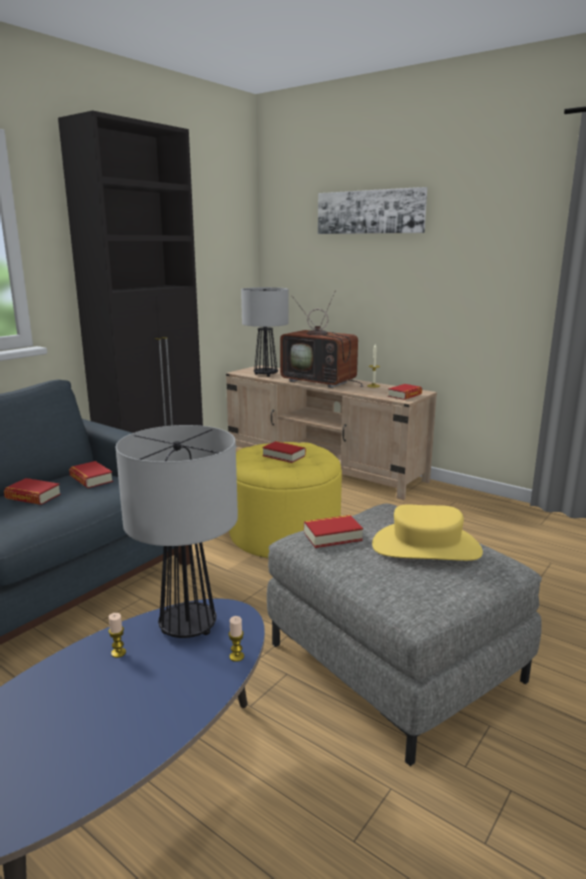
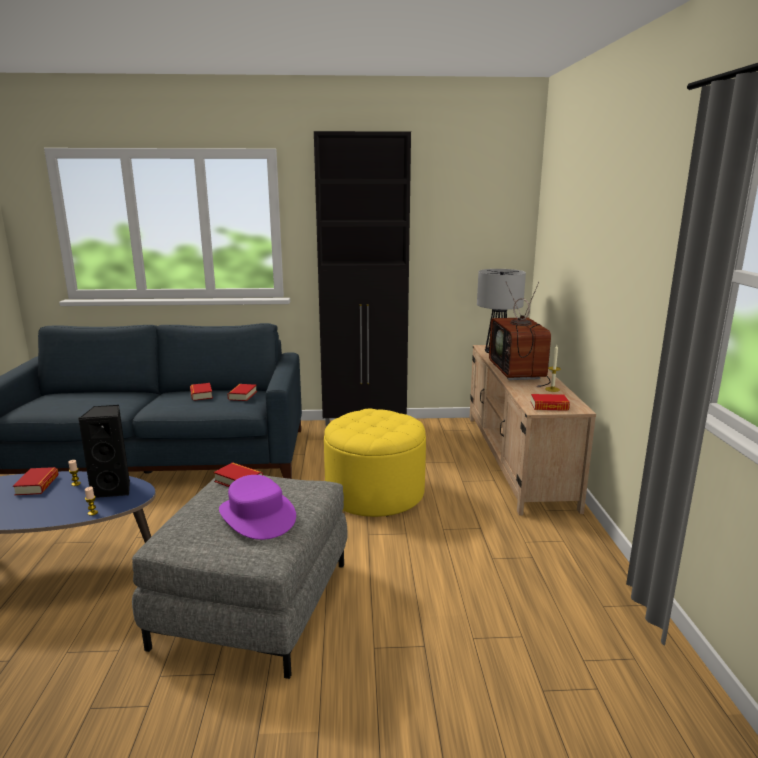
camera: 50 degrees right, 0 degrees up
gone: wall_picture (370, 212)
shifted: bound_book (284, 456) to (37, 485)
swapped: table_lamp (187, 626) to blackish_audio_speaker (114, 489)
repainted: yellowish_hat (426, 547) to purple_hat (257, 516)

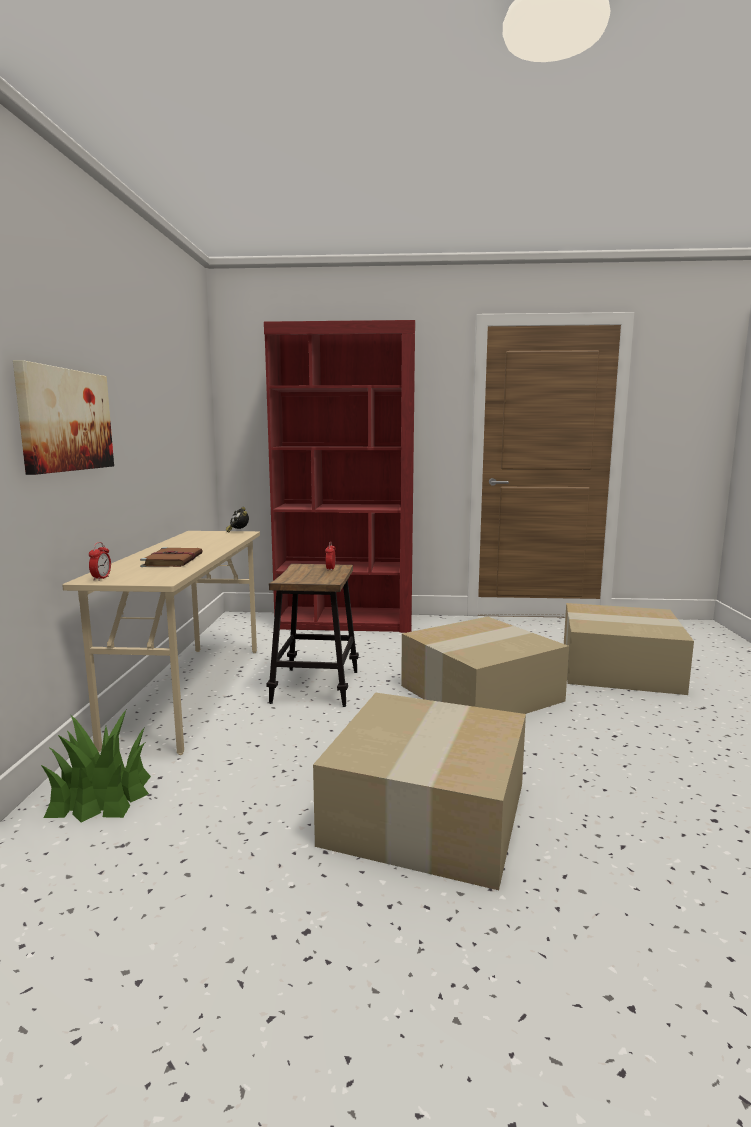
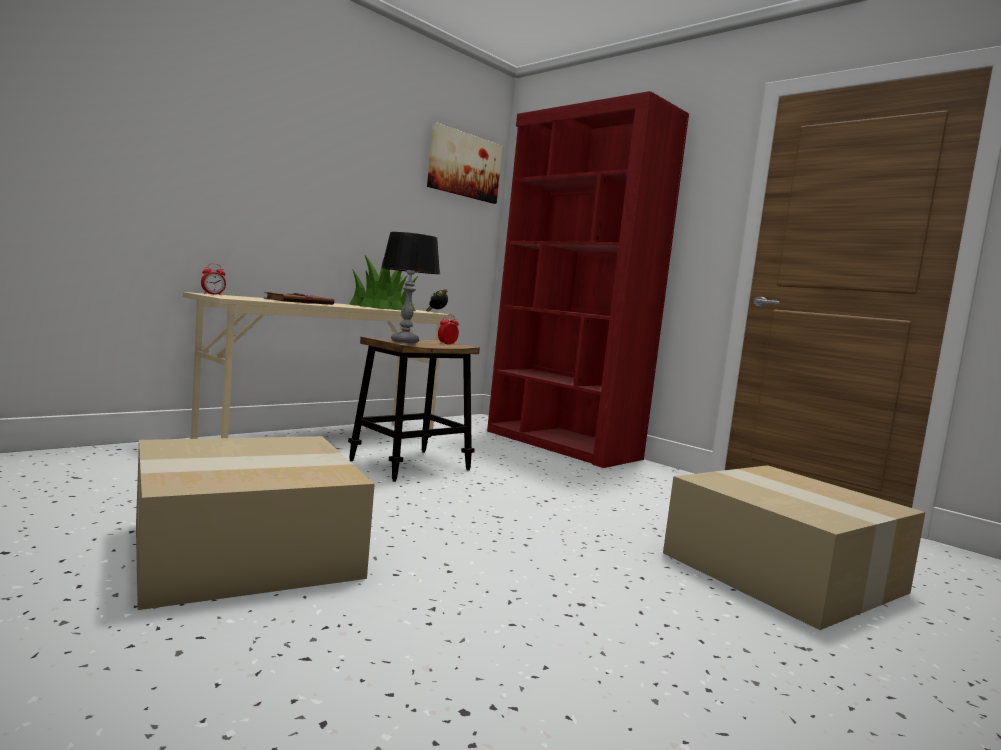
camera: 40 degrees right, 5 degrees down
gone: cardboard_box (481, 692)
new: table_lamp (405, 342)
shifted: wall_picture (65, 420) to (464, 165); potted_plant (100, 795) to (382, 307)

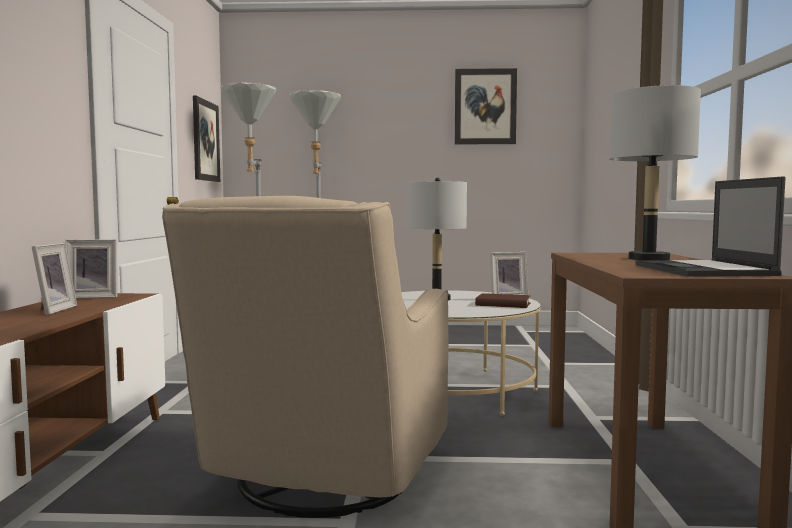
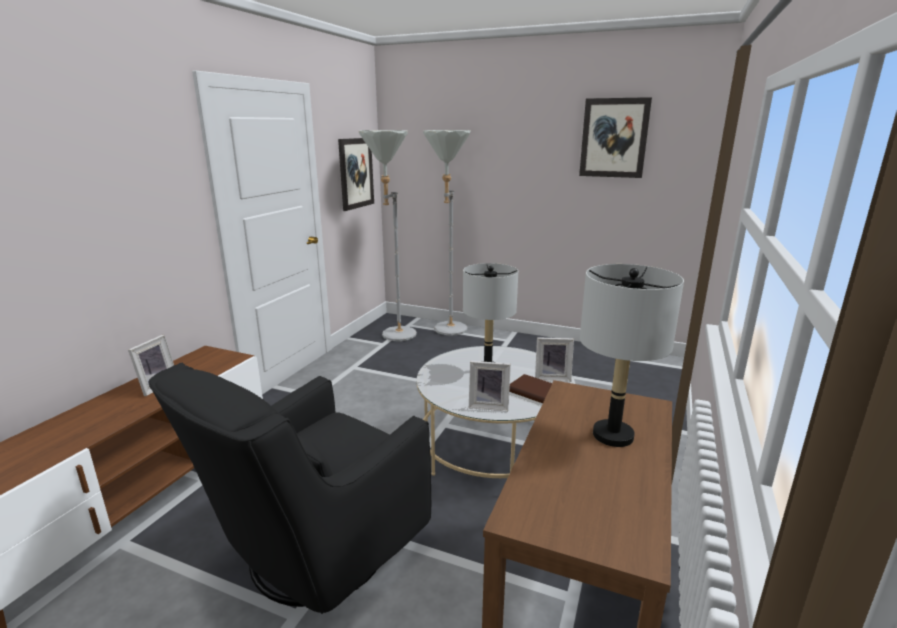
camera: 20 degrees right, 15 degrees up
gone: portable_computer (704, 270)
shifted: photo_frame (94, 297) to (489, 405)
repainted: sand-coloured_easy_chair (321, 480) to blackish_easy_chair (314, 554)

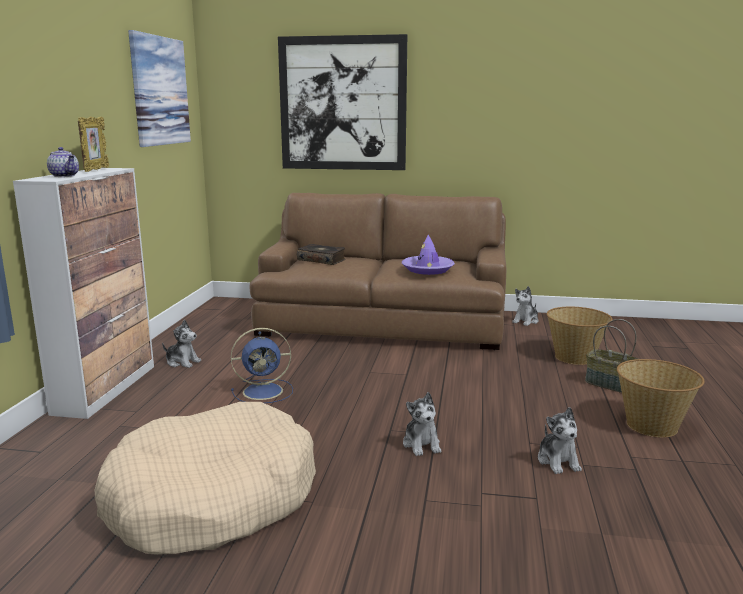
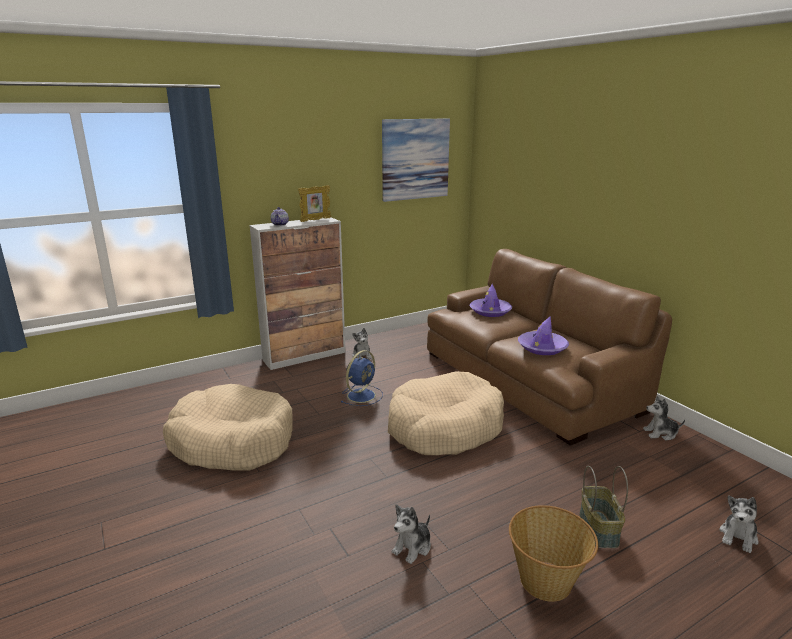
camera: 50 degrees right, 5 degrees up
gone: wall_picture (343, 104); basket (575, 357)
new: sand-coloured_dog_bed (444, 427)
shifted: cuddly_toy (422, 444) to (738, 537)
swapped: bound_book (322, 260) to purple_hat (490, 311)
rotated: bluish_cooling_fan (265, 391) = (362, 395) 90 degrees counterclockwise

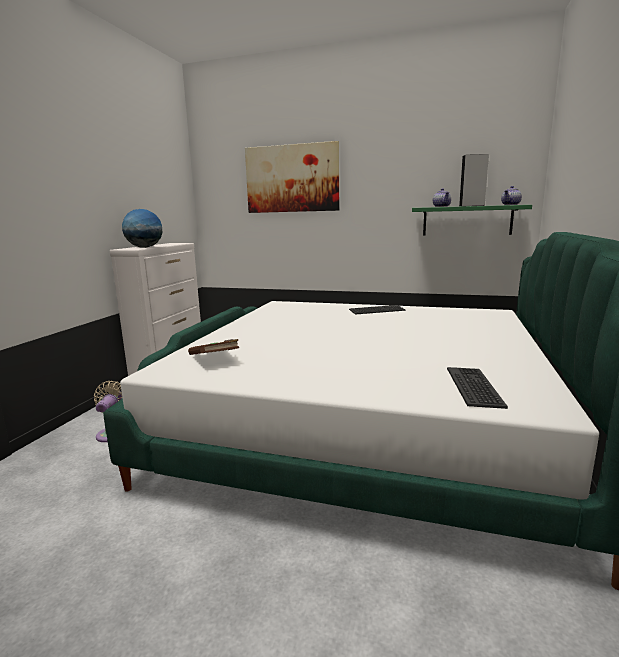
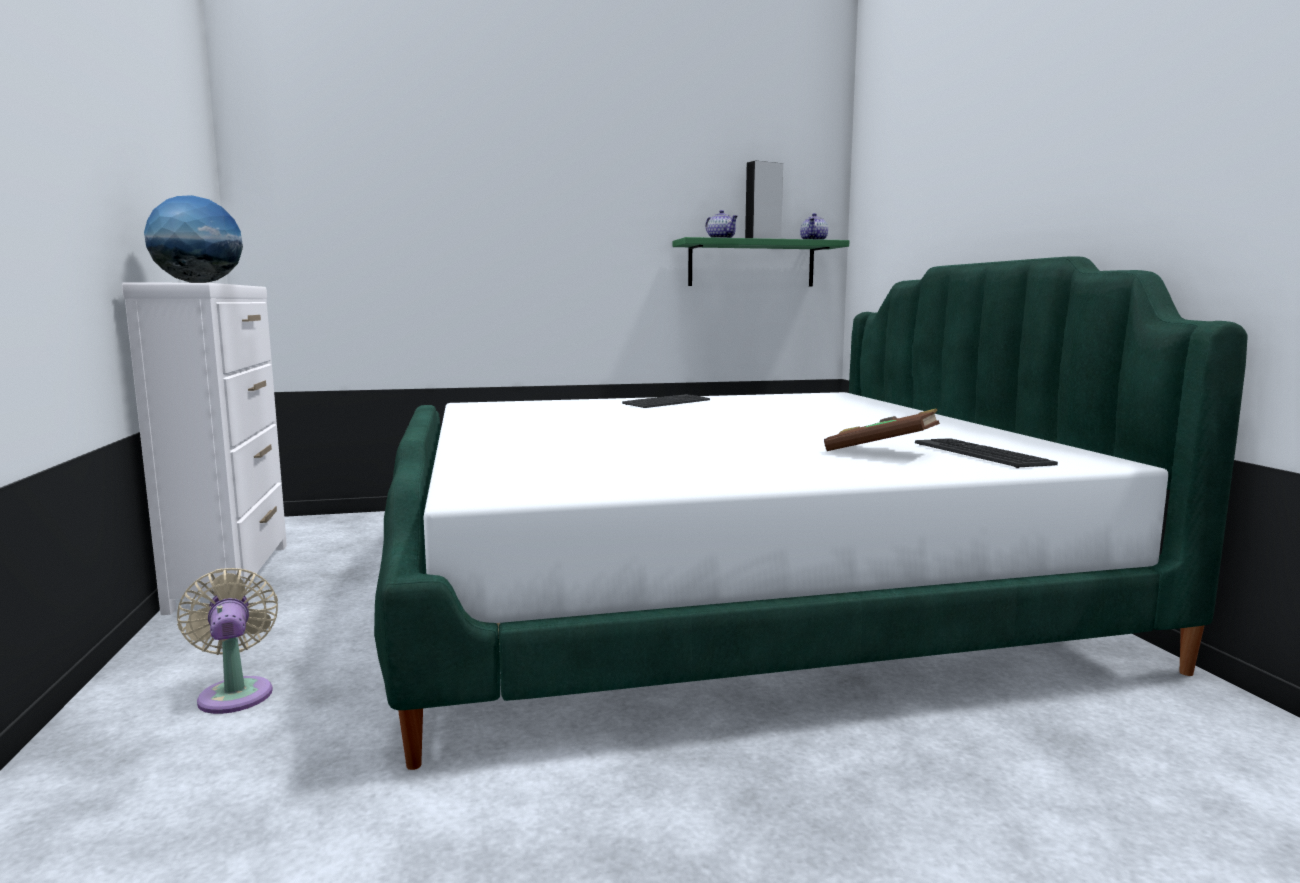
camera: 30 degrees left, 5 degrees down
gone: wall_picture (292, 179)
shifted: brownish_bound_book (215, 359) to (880, 452)

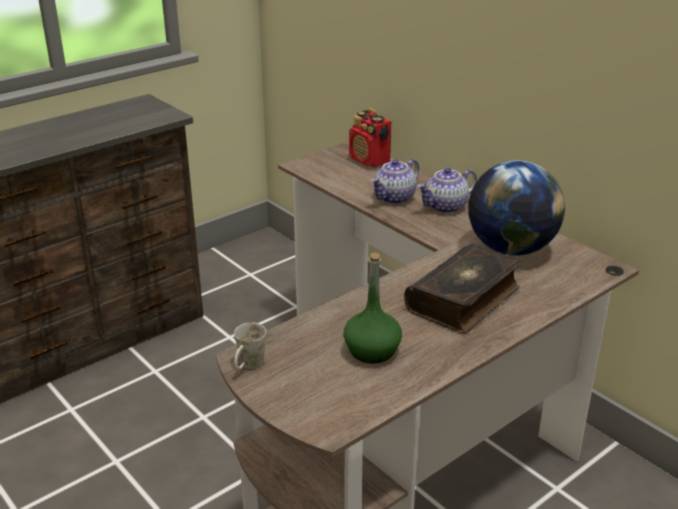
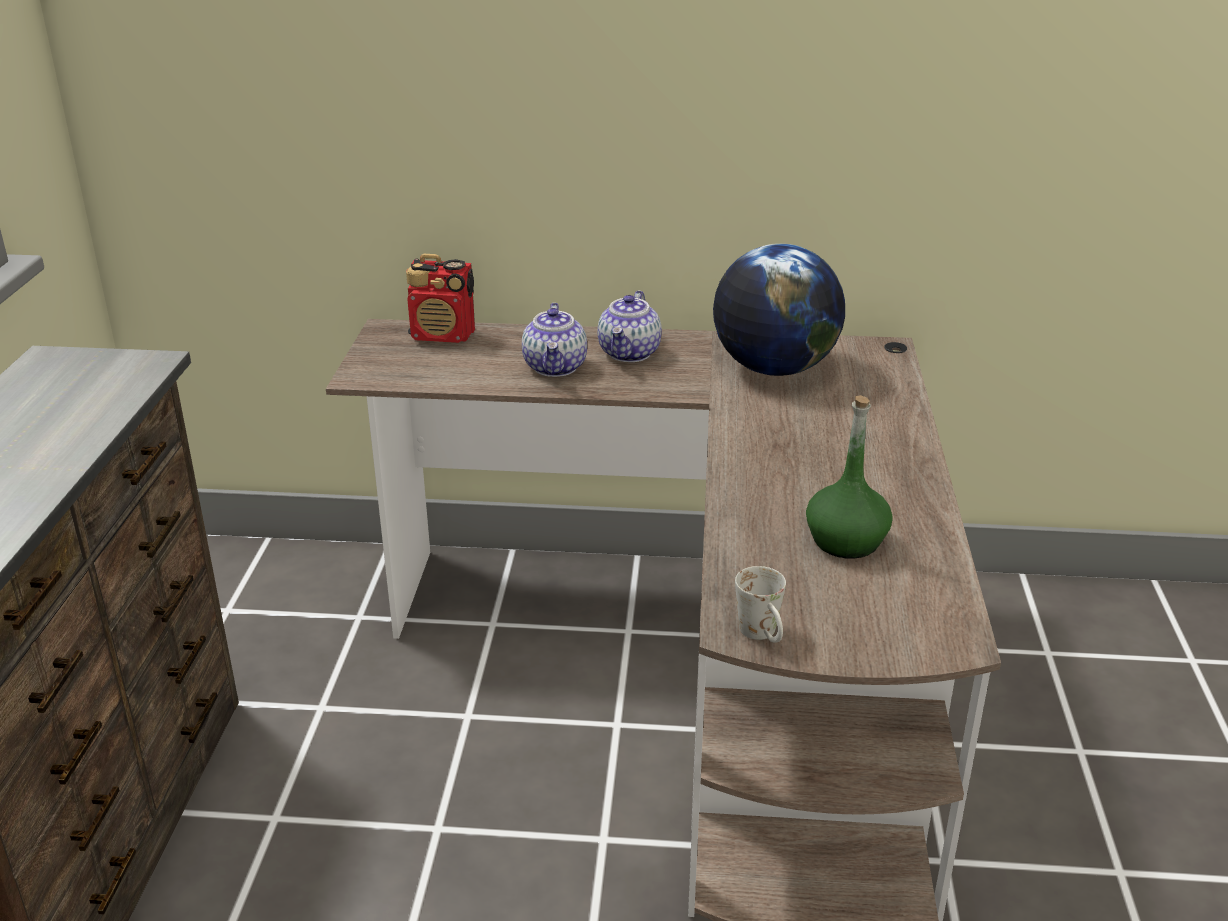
camera: 45 degrees left, 0 degrees up
gone: bound_book (465, 299)

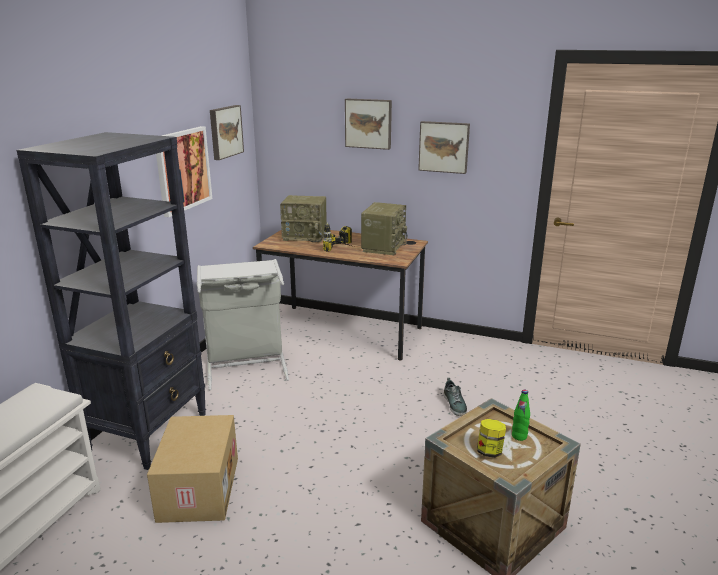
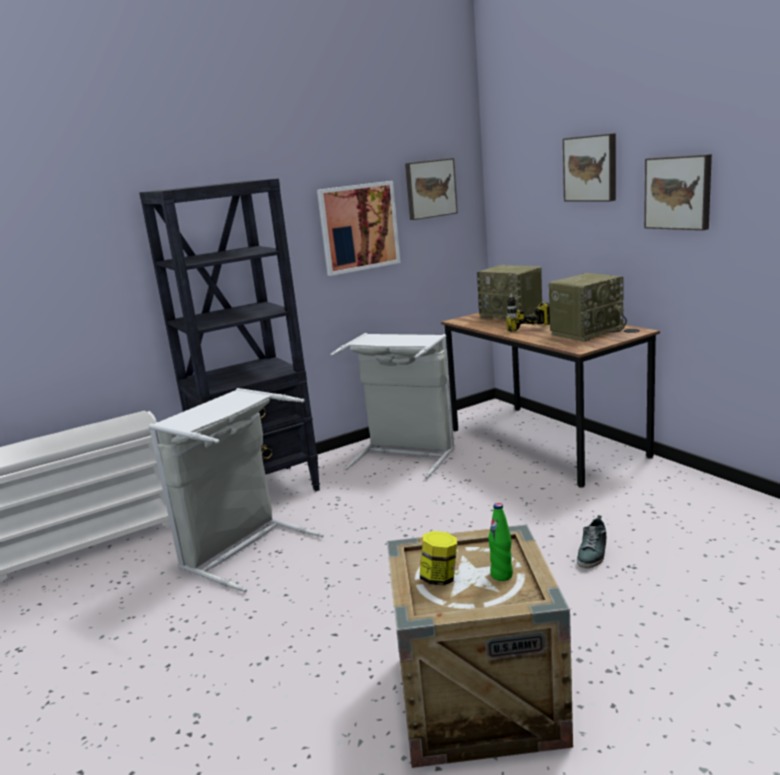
camera: 40 degrees right, 5 degrees down
swapped: cardboard_box (197, 488) to grey_laundry_basket (243, 549)

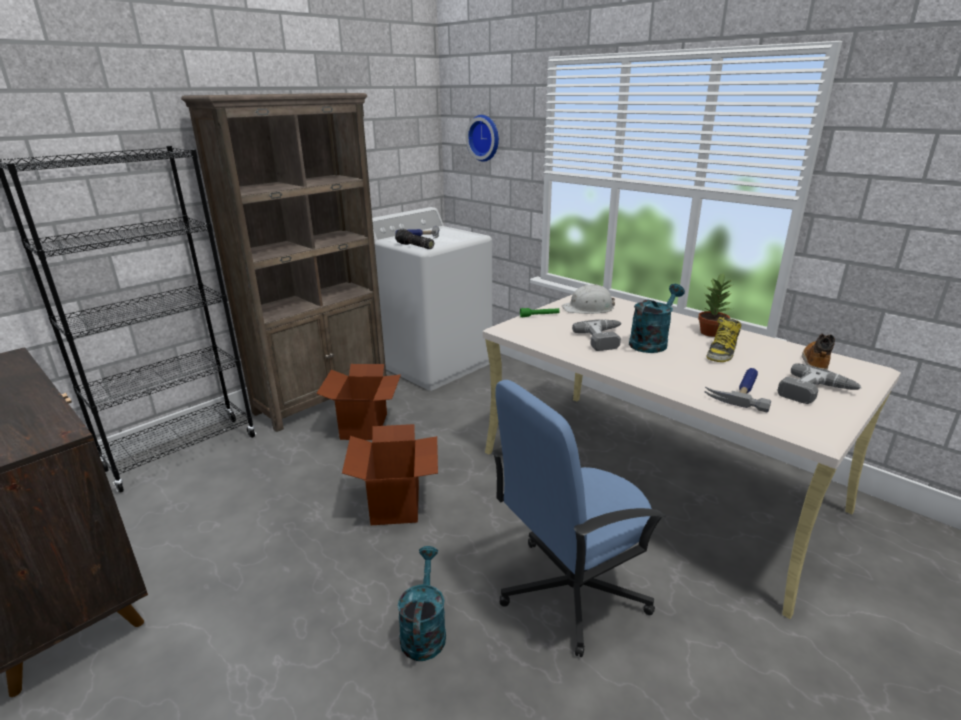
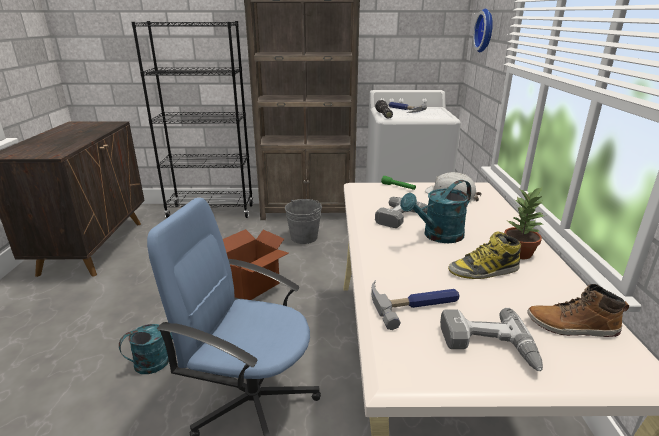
camera: 45 degrees right, 0 degrees up
swapped: cardboard_box (365, 426) to grey_water_bucket (304, 237)
rotated: turquoise-coloured_watering_can (651, 342) = (438, 236) 150 degrees clockwise; high-top_boot (814, 362) = (572, 327) 150 degrees counterclockwise

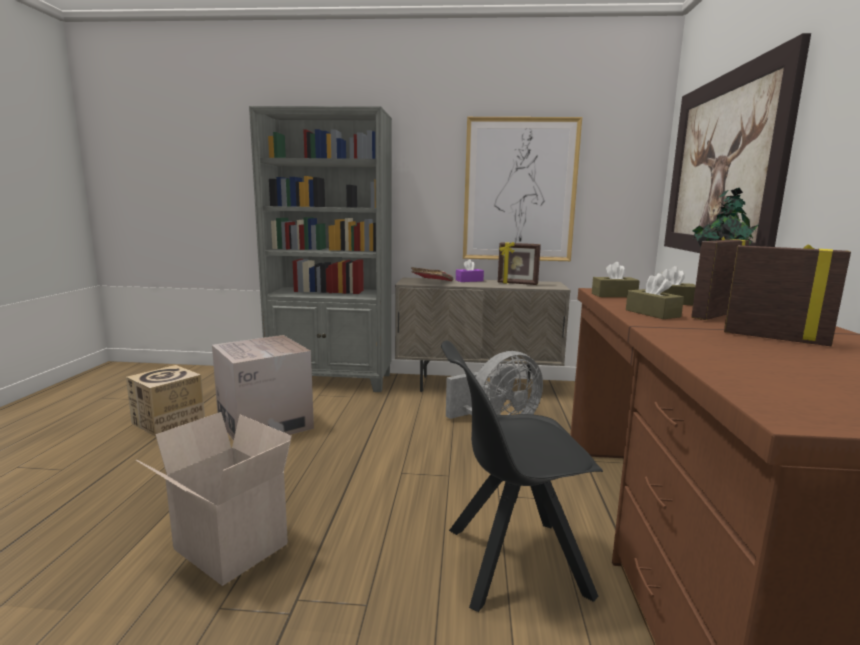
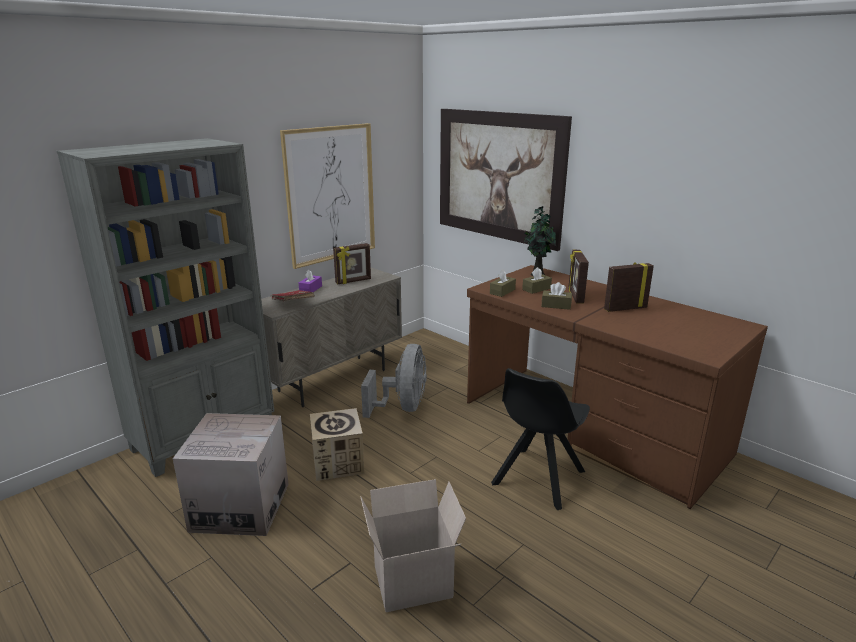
camera: 50 degrees left, 10 degrees up
shifted: cardboard_box (168, 422) to (338, 463)

